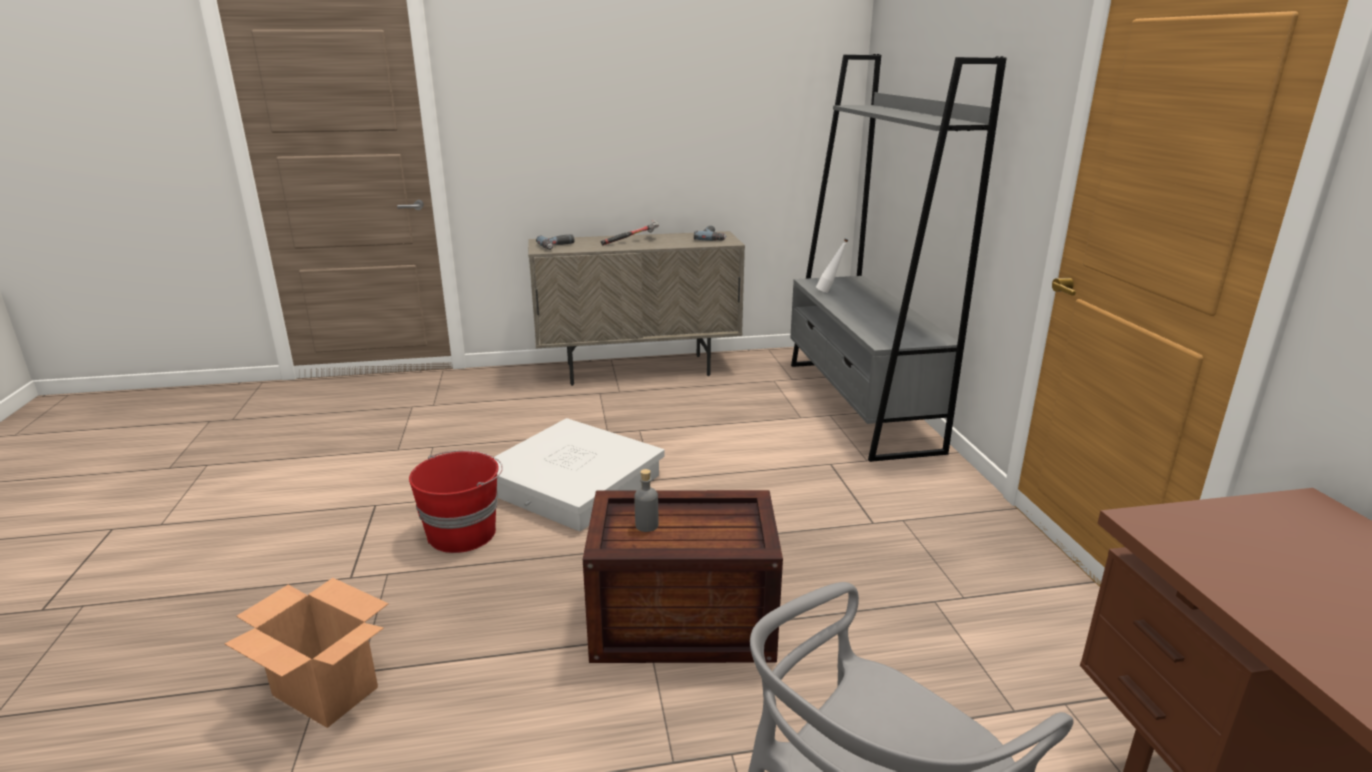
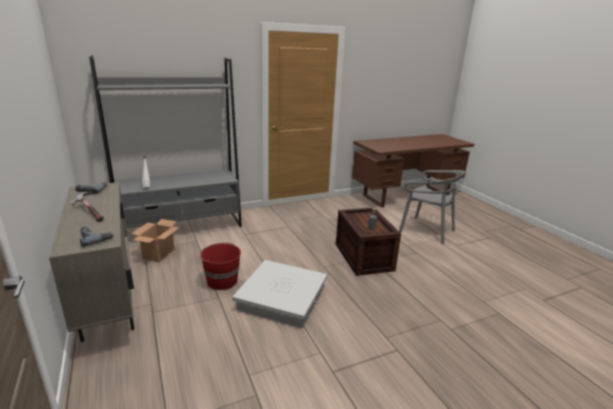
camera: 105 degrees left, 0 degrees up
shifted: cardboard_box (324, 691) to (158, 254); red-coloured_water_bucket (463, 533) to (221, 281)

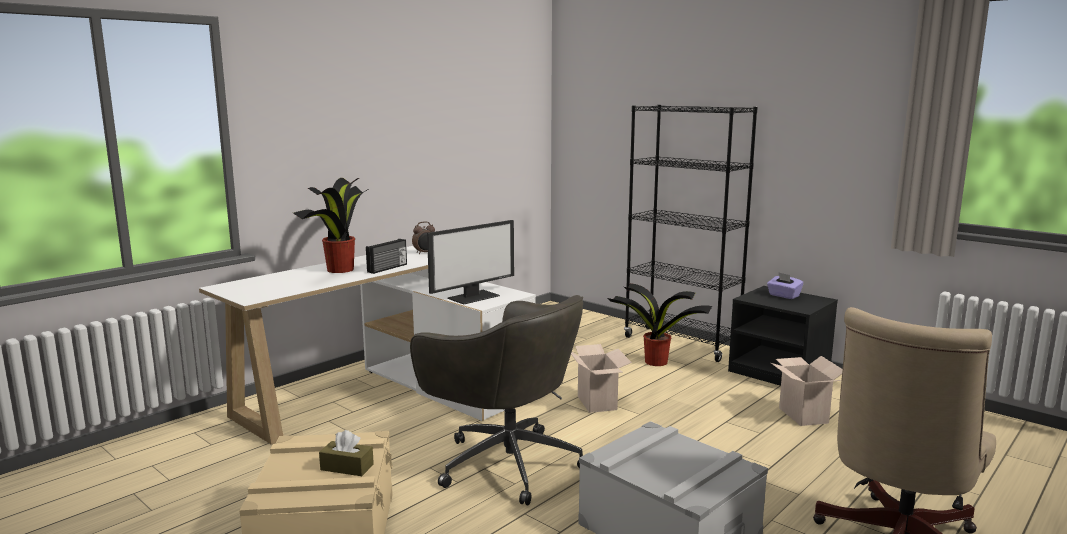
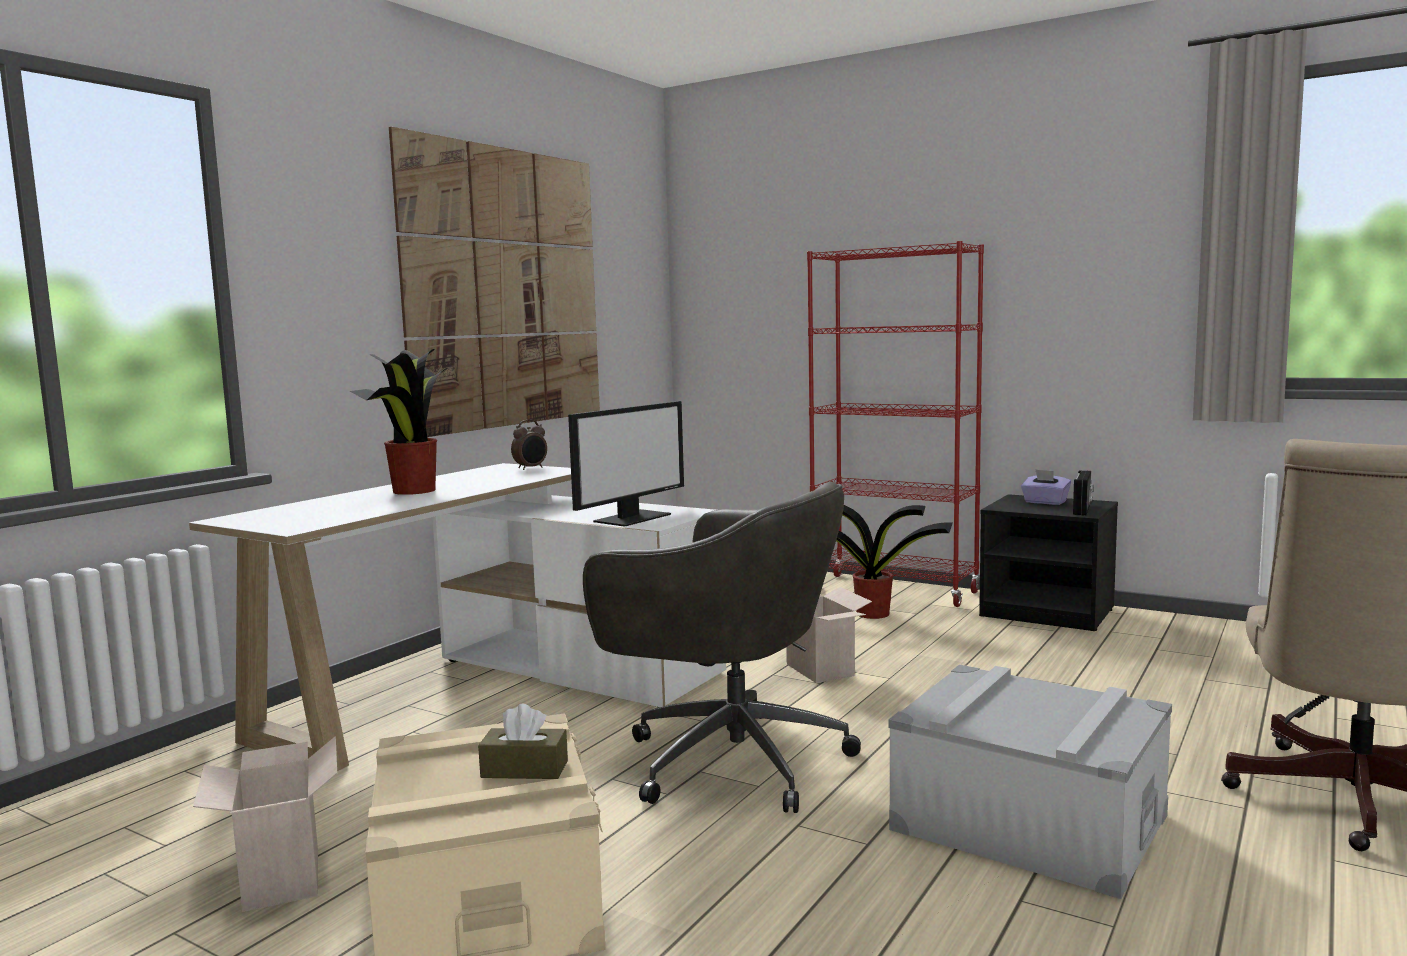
camera: 10 degrees left, 5 degrees down
new: wall_picture (505, 288)
shifted: radio_receiver (388, 268) to (1083, 509); cardboard_box (801, 415) to (279, 878)
repainted: blackish_bookshelf (681, 344) to red-coloured_bookshelf (894, 590)

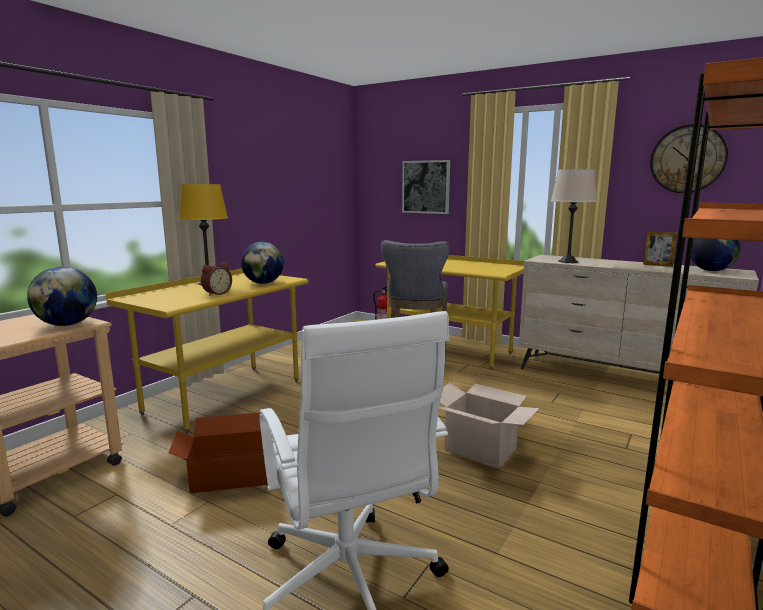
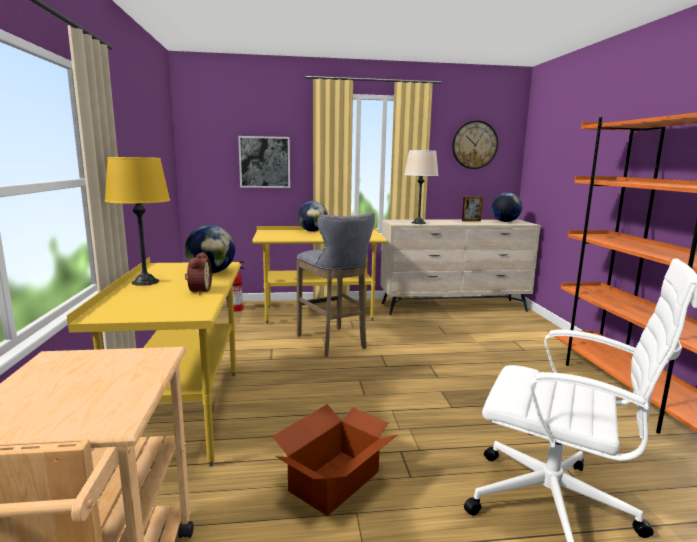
camera: 40 degrees left, 0 degrees up
gone: cardboard_box (480, 449)
shifted: globe (67, 324) to (312, 231)

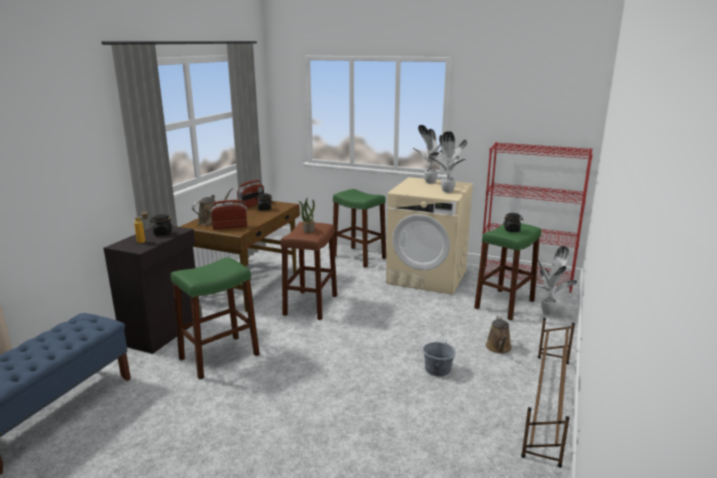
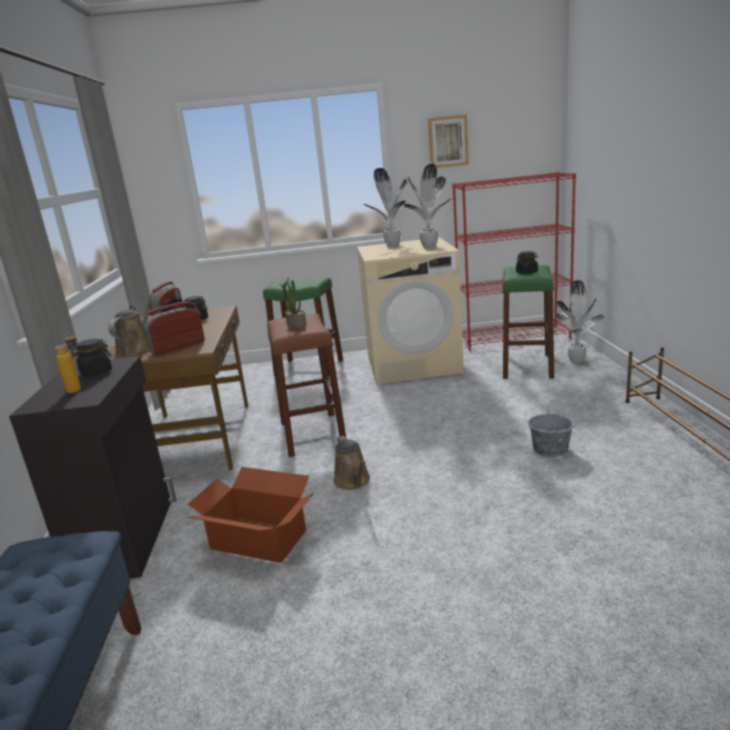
camera: 25 degrees left, 0 degrees up
new: wall_picture (448, 141)
shifted: brownish_watering_can (499, 348) to (353, 481)
swapped: green_stool_seat (219, 356) to cardboard_box (258, 539)

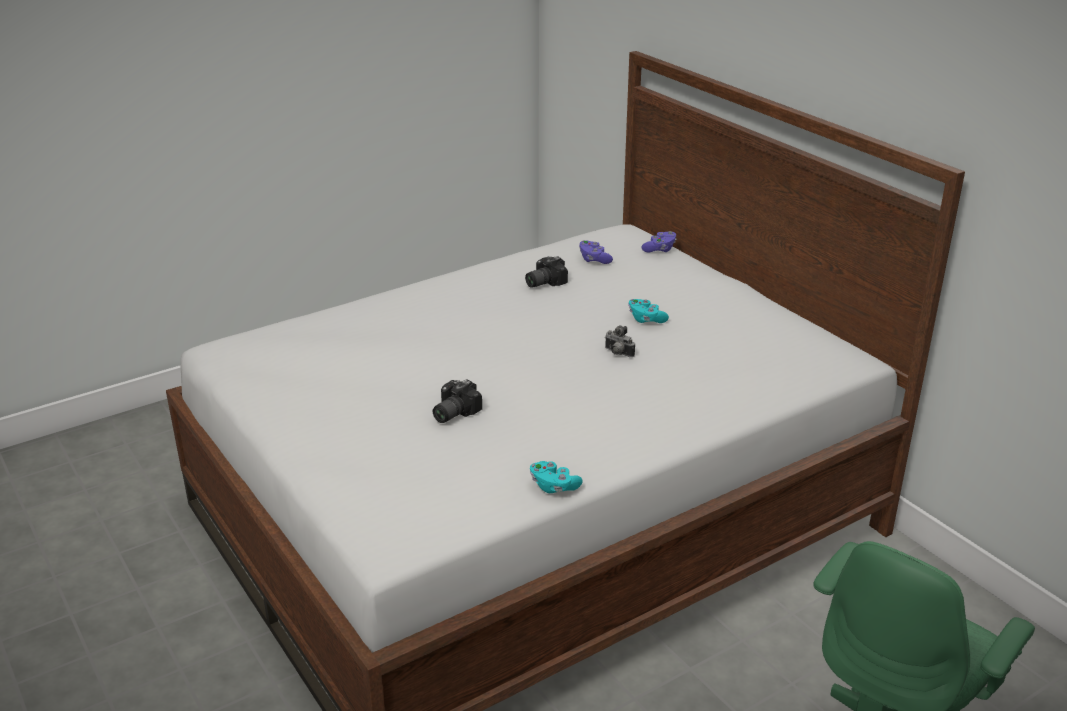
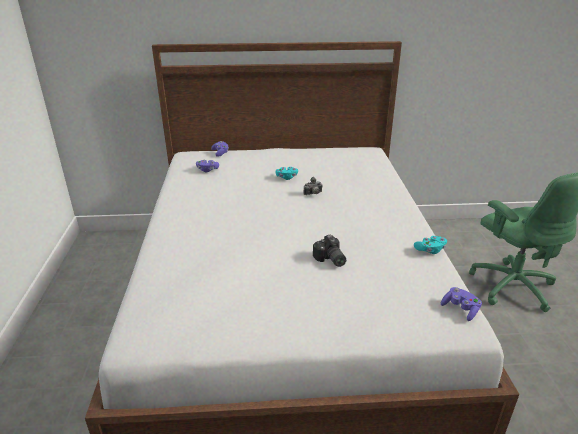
camera: 60 degrees left, 0 degrees up
gone: still_camera (543, 282)
new: purple_gamepad (460, 309)

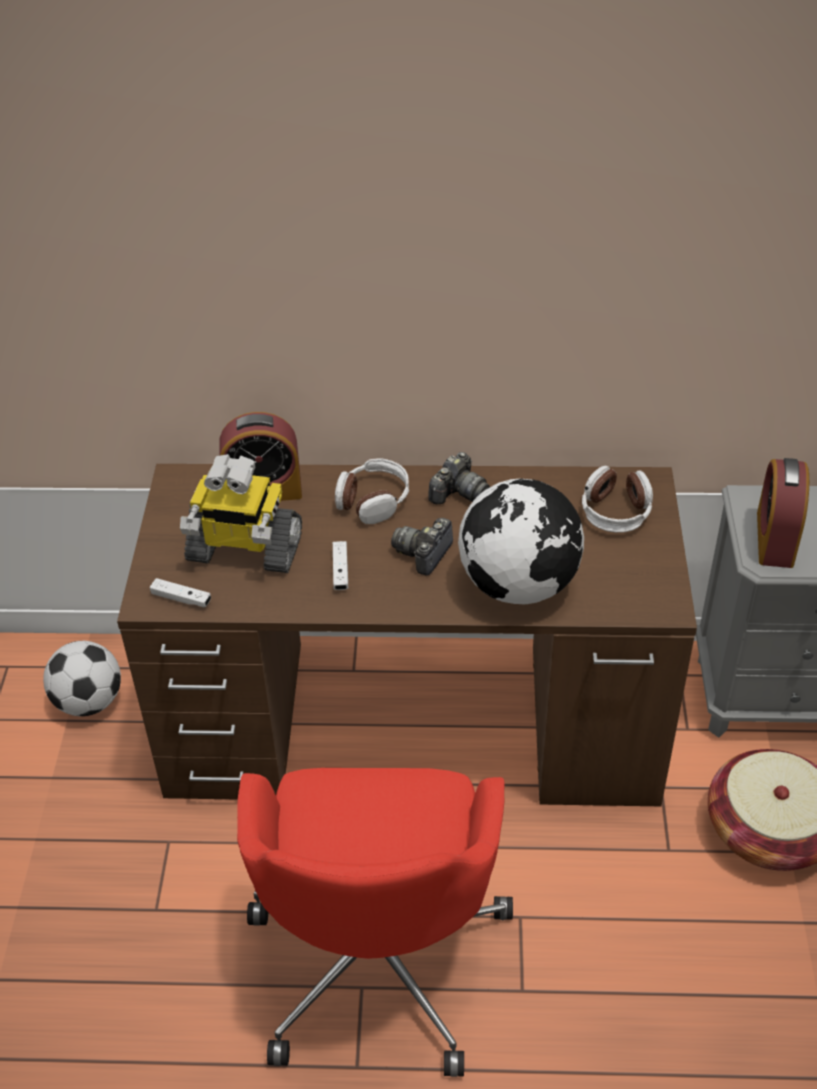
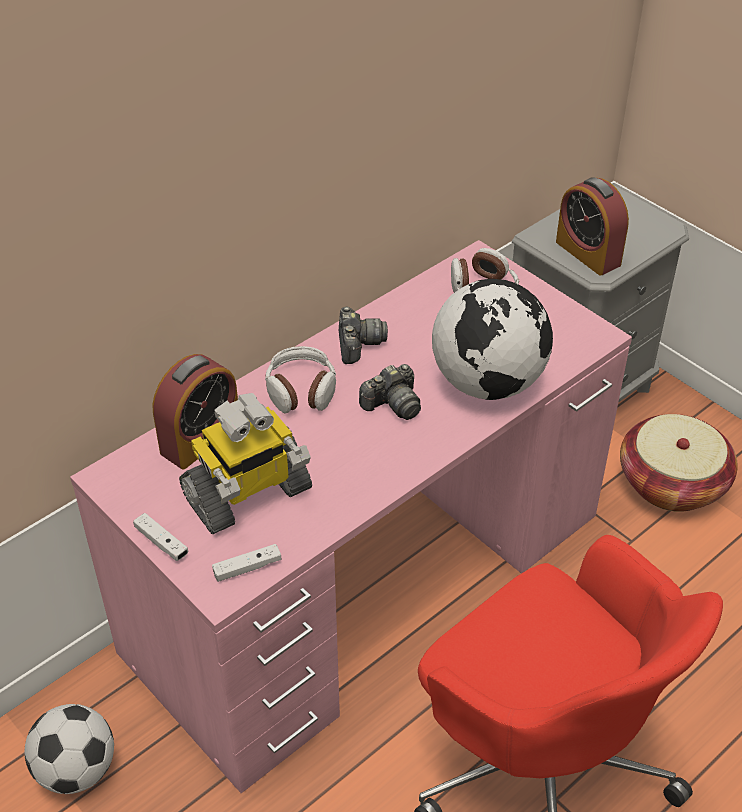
camera: 45 degrees left, 0 degrees up
shifted: white_gamepad (340, 571) to (161, 542)
repainted: brownish_desk_unit (415, 722) to pink_desk_unit (370, 581)
rotated: still_camera (424, 553) = (393, 404) 105 degrees counterclockwise

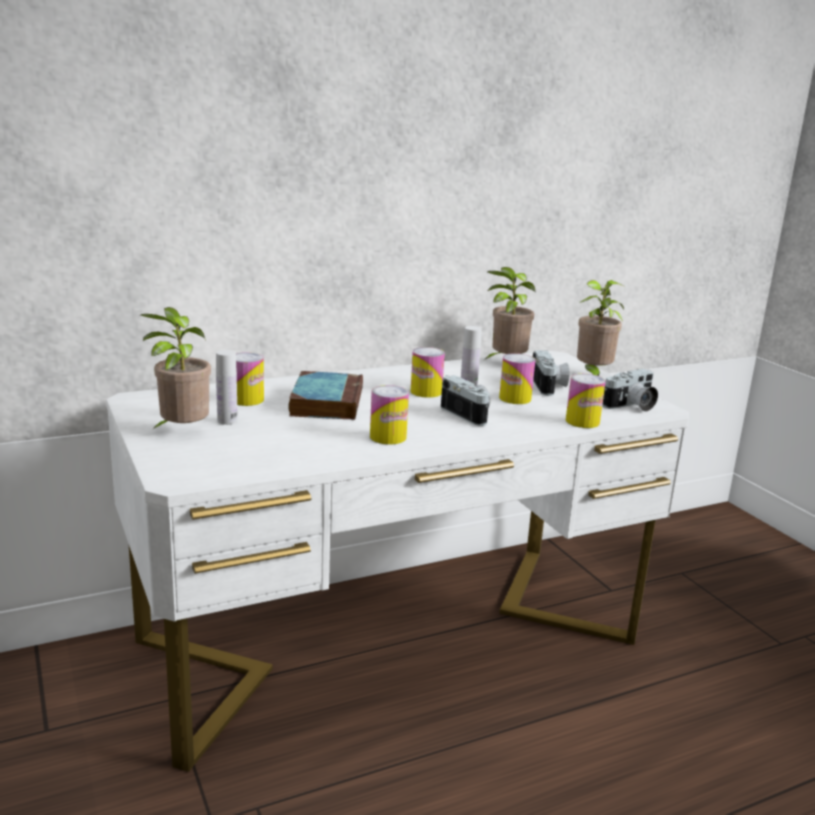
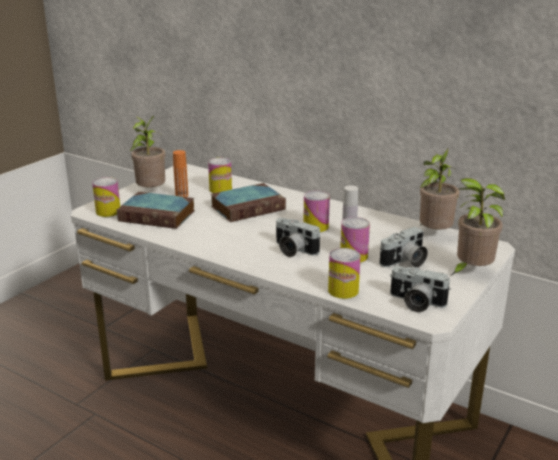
camera: 60 degrees right, 5 degrees up
new: bound_book (159, 215)
shifted: can (388, 437) to (108, 211)
repainted: white_bottle (227, 421) to orange-coloured_bottle (181, 195)
rotated: still_camera (470, 414) = (293, 250) 105 degrees clockwise

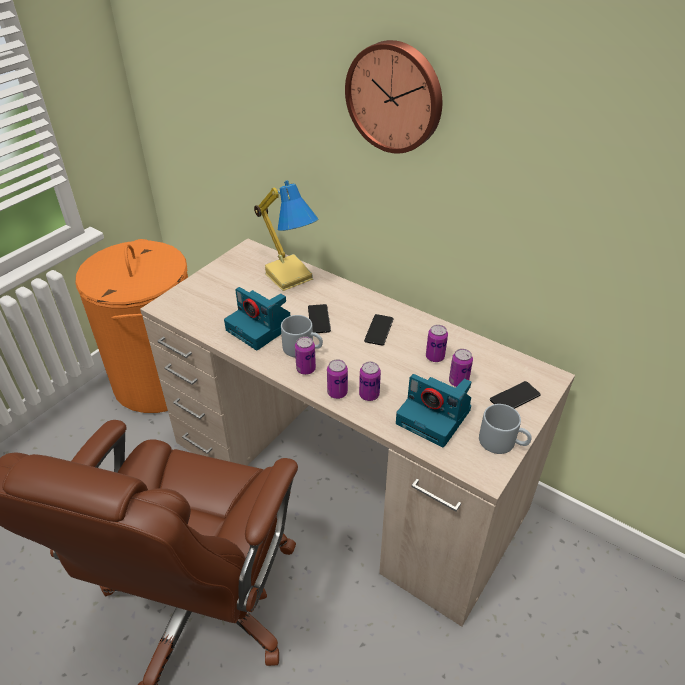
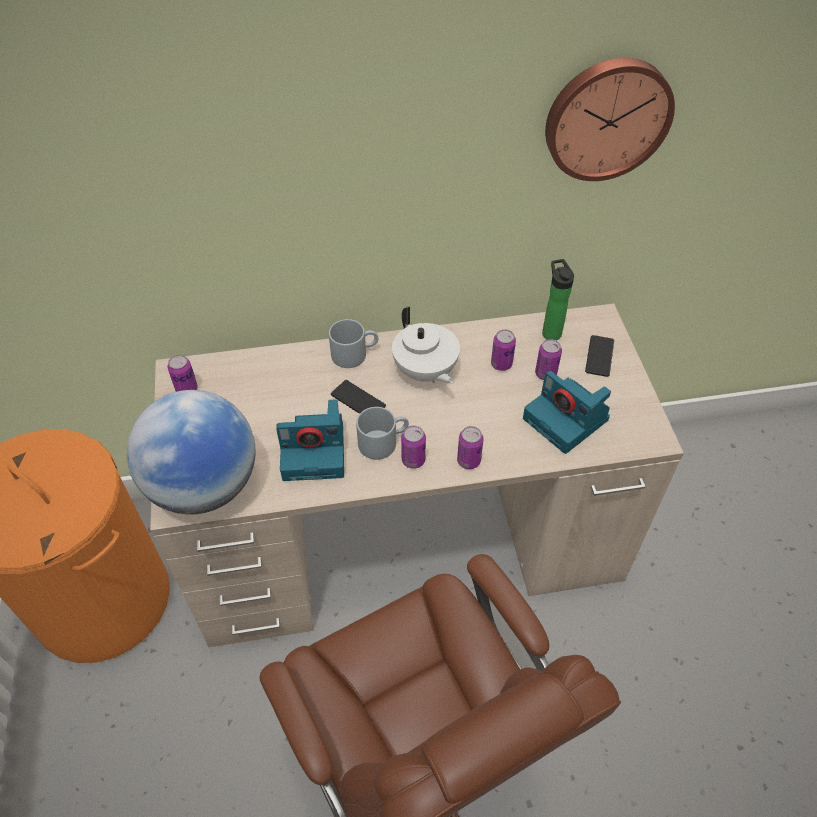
camera: 45 degrees left, 10 degrees up
gone: table_lamp (290, 275)
new: globe (204, 485); bottle (550, 331)
shifted: wall_clock (395, 97) to (606, 118); can (369, 395) to (187, 389); grey_mug (503, 442) to (354, 353)
swapped: phone (379, 330) to white_tea_pot (425, 372)
rotated: still_camera (435, 417) = (567, 420) 60 degrees clockwise

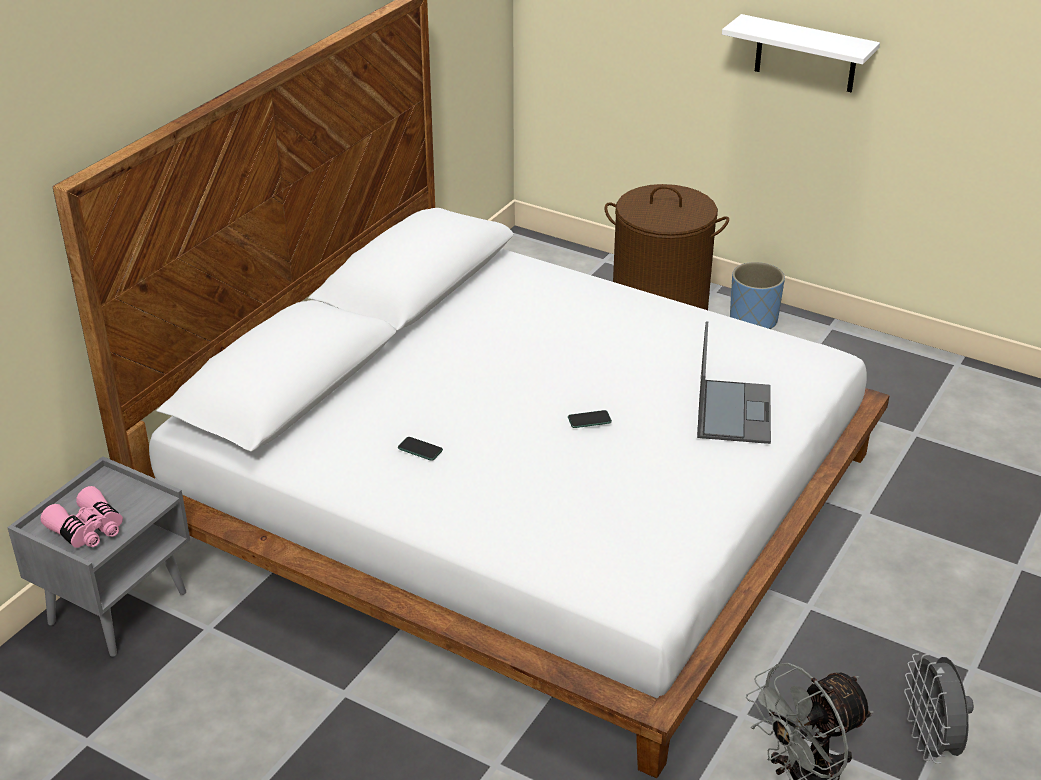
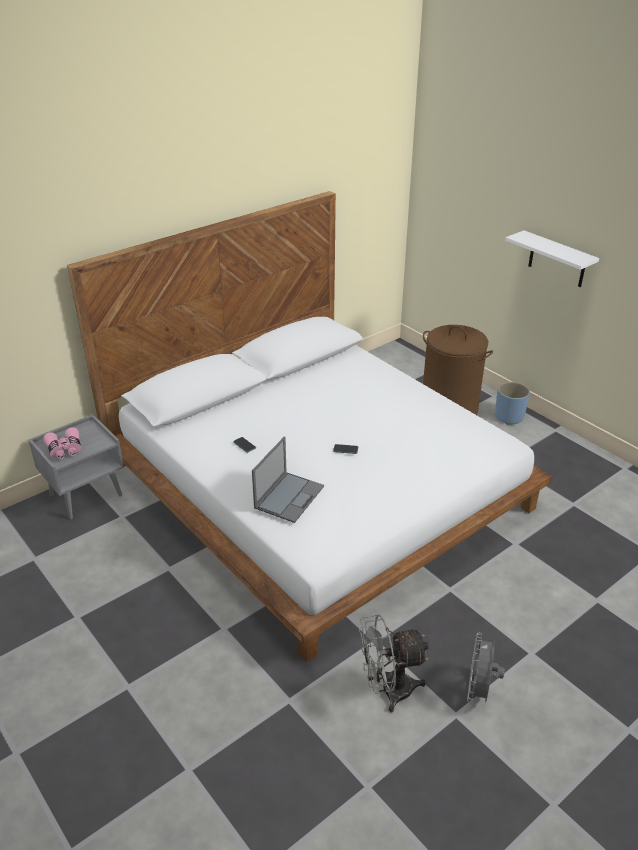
camera: 20 degrees right, 0 degrees up
shifted: portable_computer (733, 411) to (289, 496)

